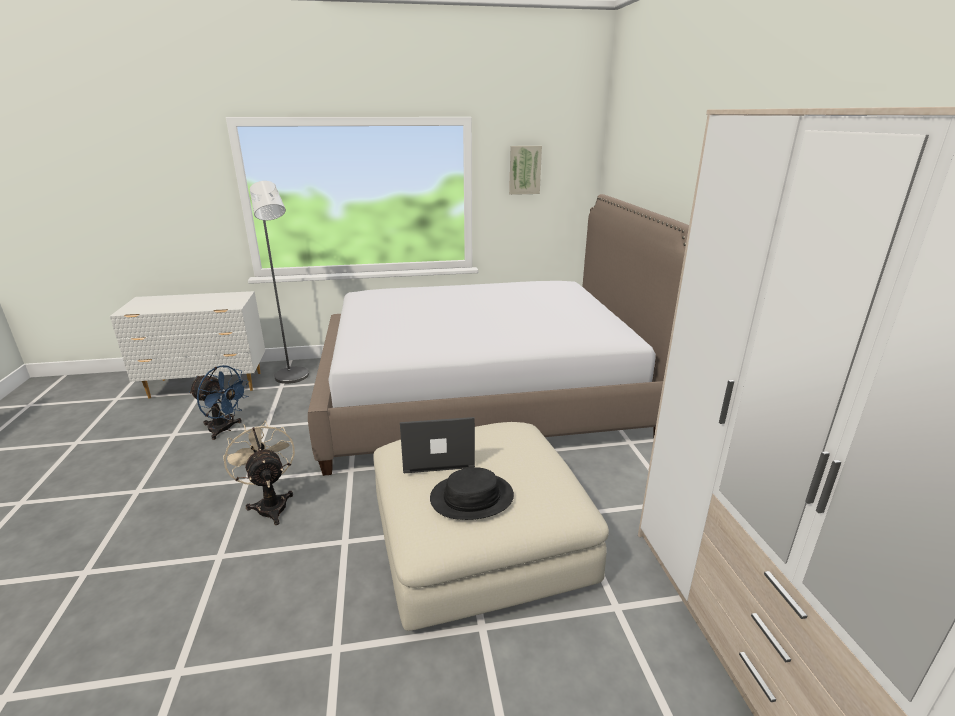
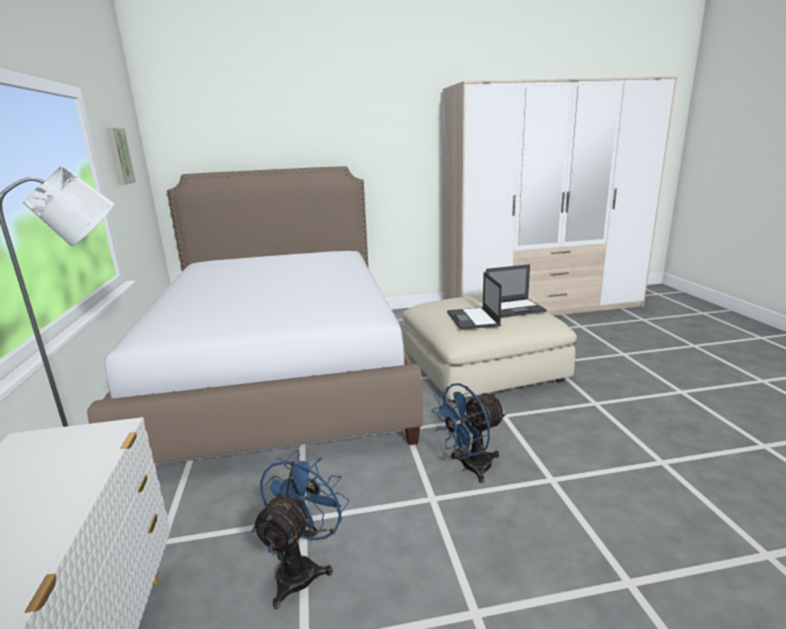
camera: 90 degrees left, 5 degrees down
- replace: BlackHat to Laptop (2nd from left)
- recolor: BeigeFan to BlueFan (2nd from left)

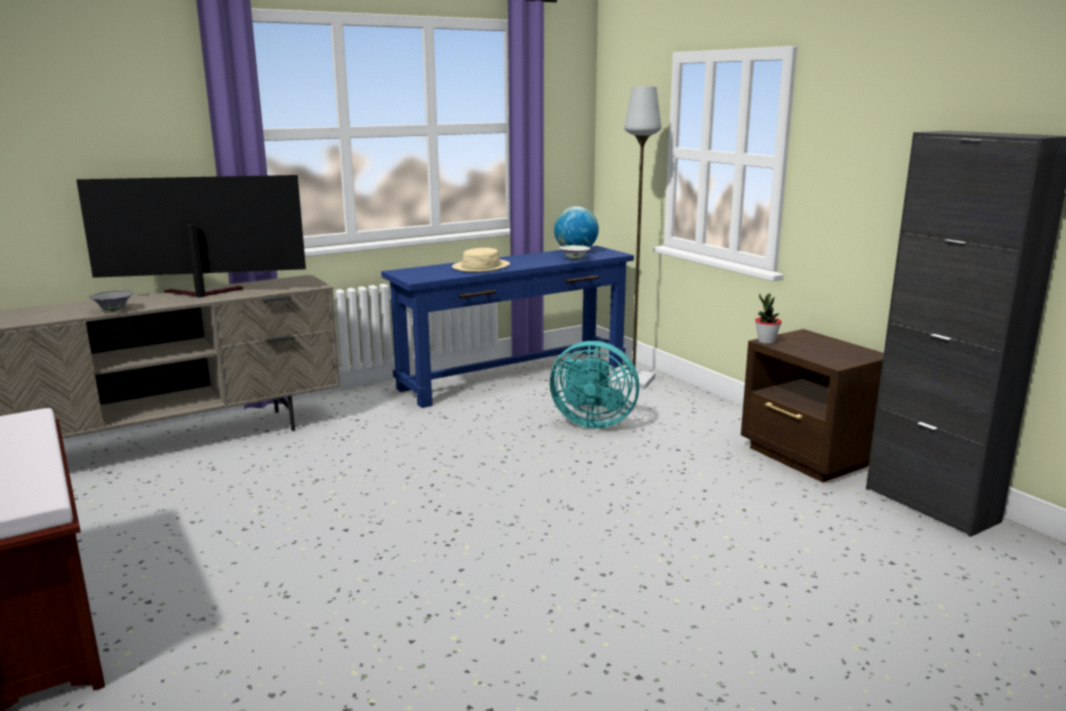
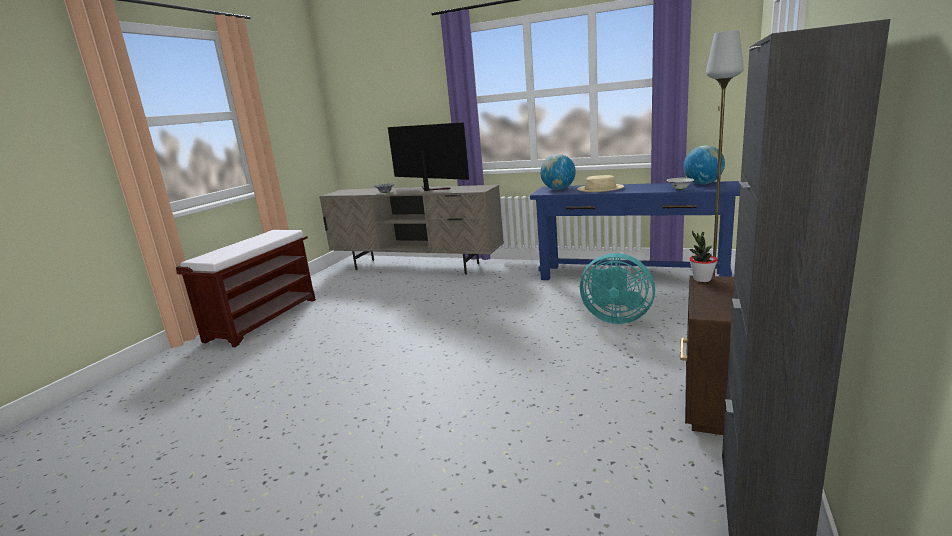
camera: 55 degrees right, 0 degrees up
- insert: Globe (1st from left)
- rotate: TurquoiseFan 45 degrees counterclockwise

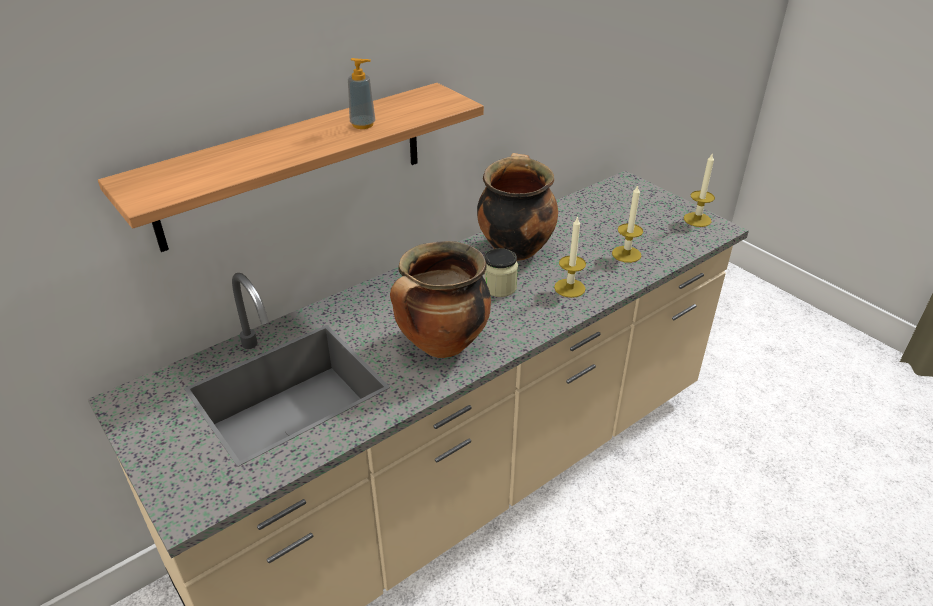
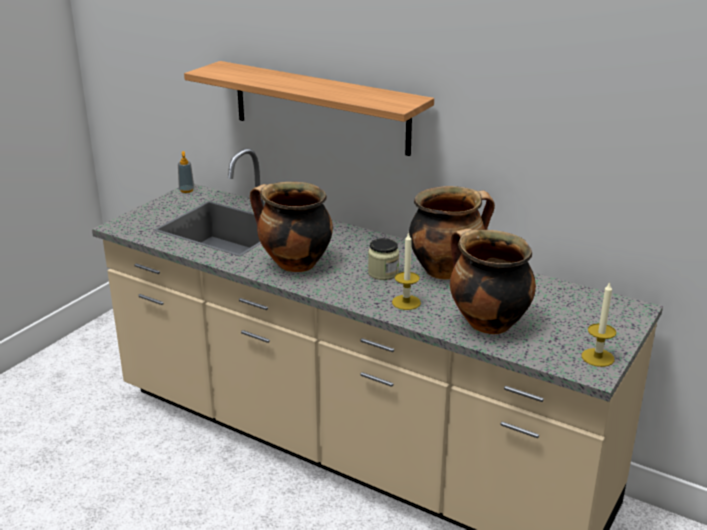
camera: 70 degrees right, 10 degrees down
- move: SoapDispenser
- replace: Candle (2nd from left) to CookingPot (3rd from left)

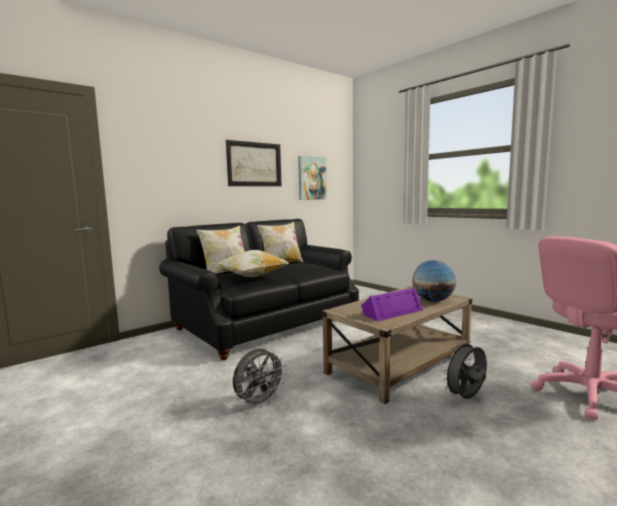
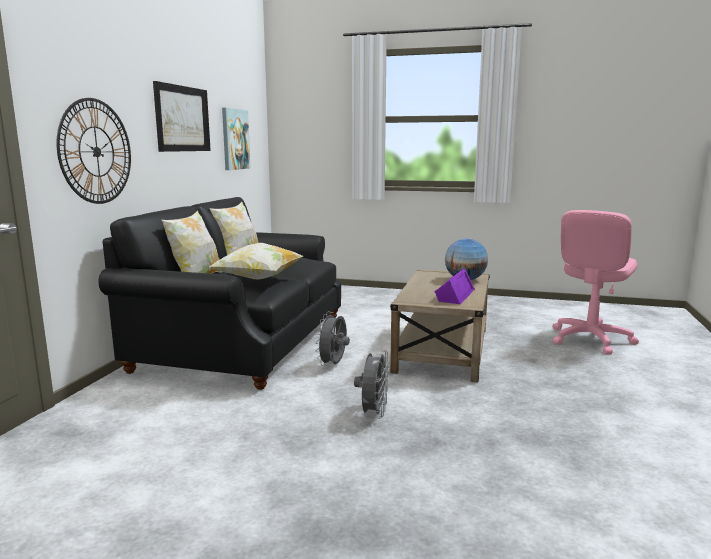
camera: 35 degrees left, 5 degrees up
- insert: WallClock
- move: GreyFan (2nd from left in the first image) to GreyFan (1st from left)

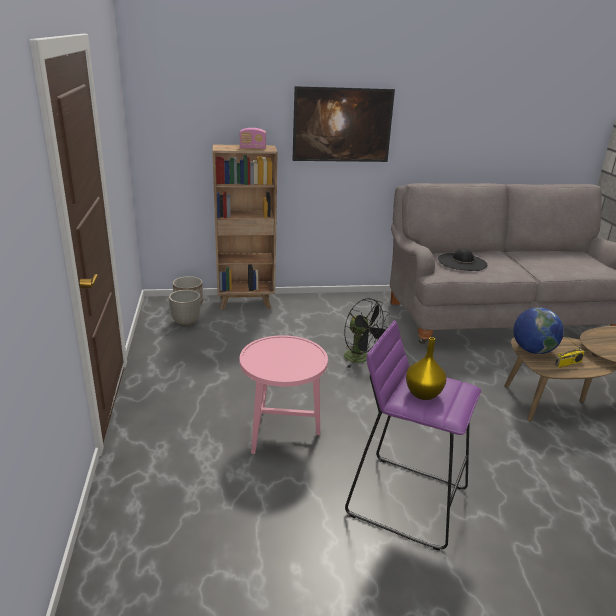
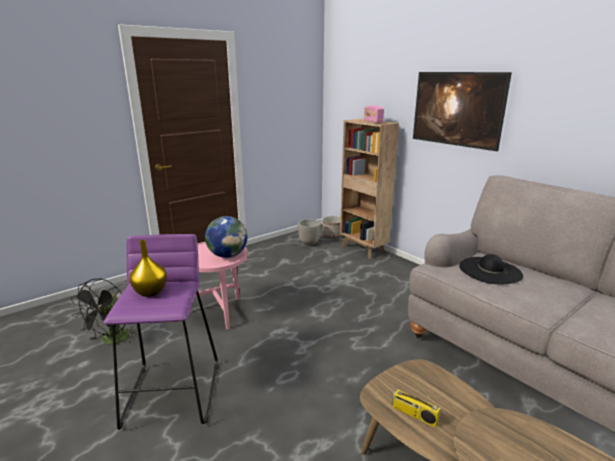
camera: 60 degrees right, 5 degrees down
- move: BlackFan
- move: Globe

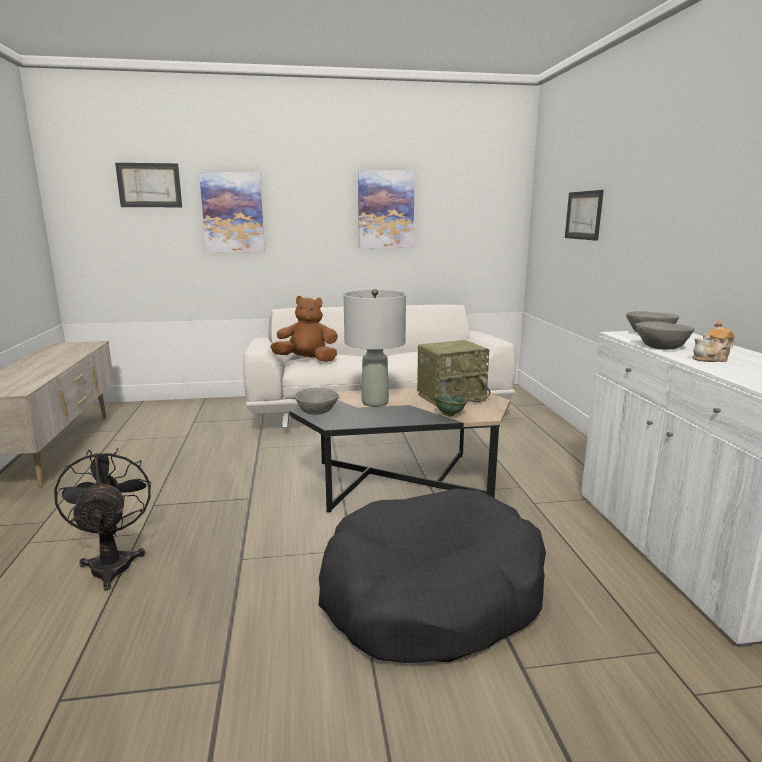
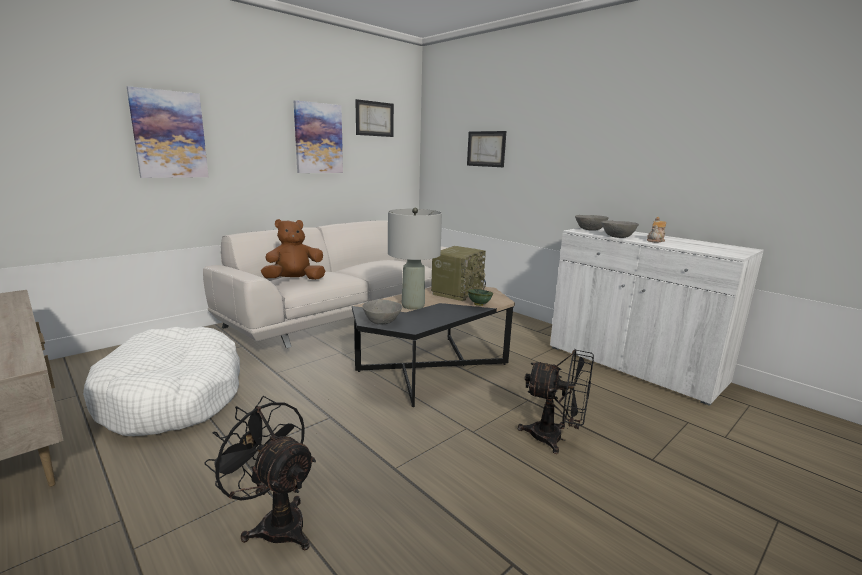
camera: 35 degrees left, 0 degrees up
- insert: WhiteDogBed
- move: Picture (1st from left in the first image) to Picture (3rd from left)
- replace: BlackDogBed to BlackFan (2nd from left)

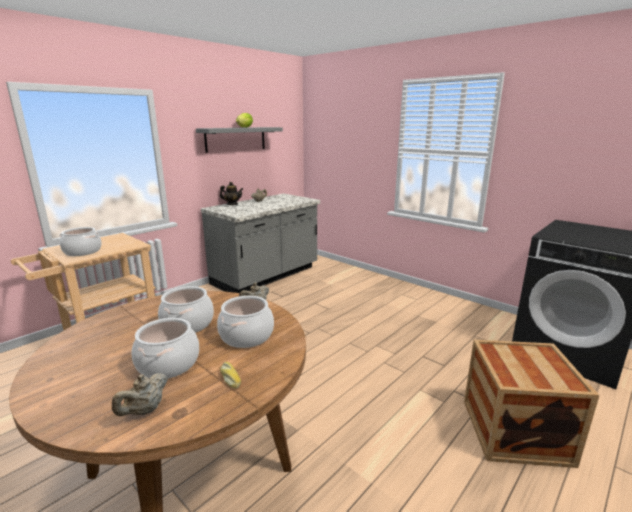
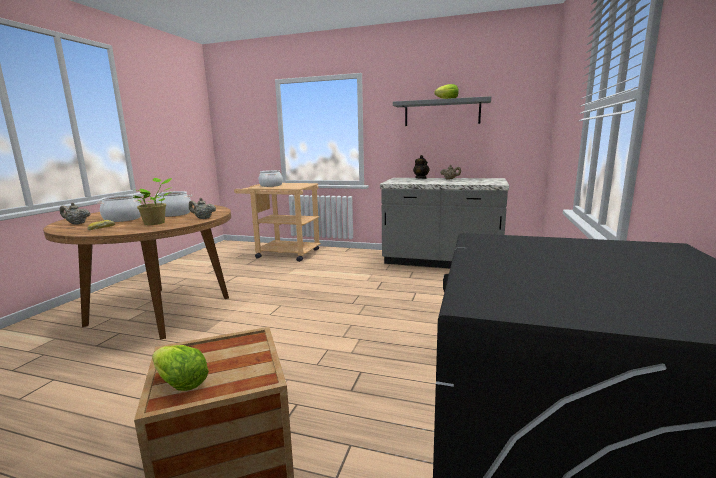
camera: 65 degrees right, 5 degrees down
- insert: Lettuce (1st from left)
- replace: CookingPot (4th from left) to PottedPlant

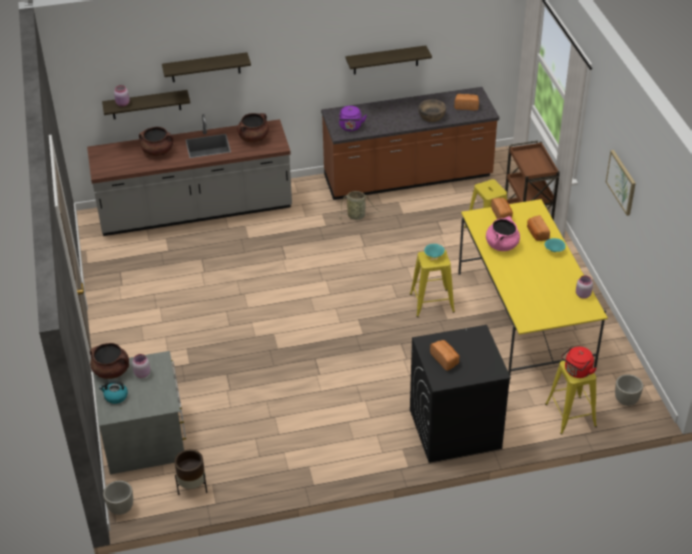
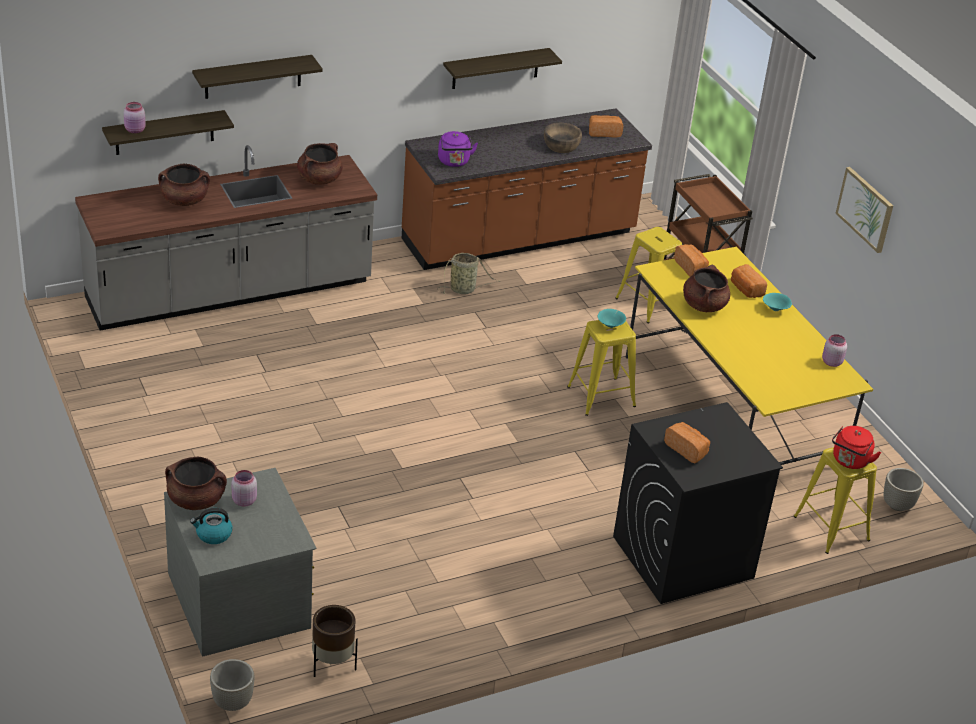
camera: 15 degrees left, 5 degrees down
- recolor: PinkCookingPot to BrownCookingPot (4th from left)

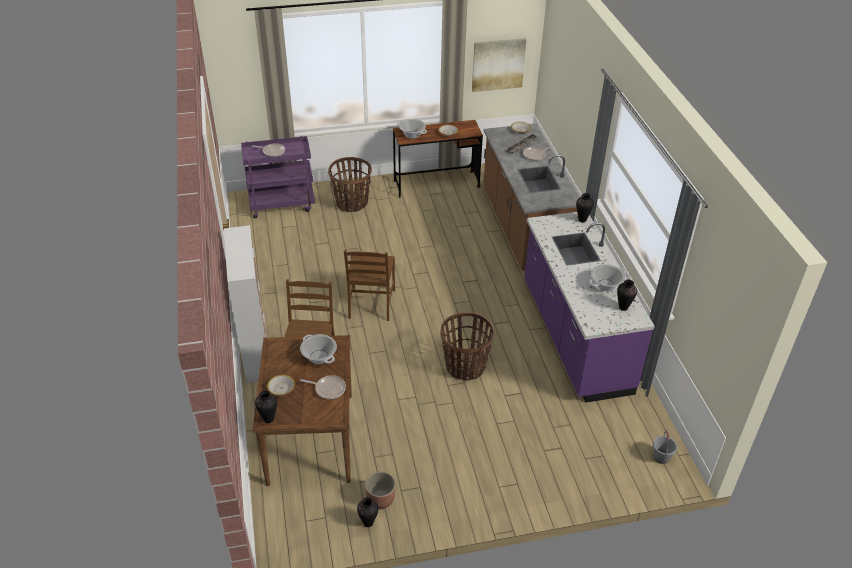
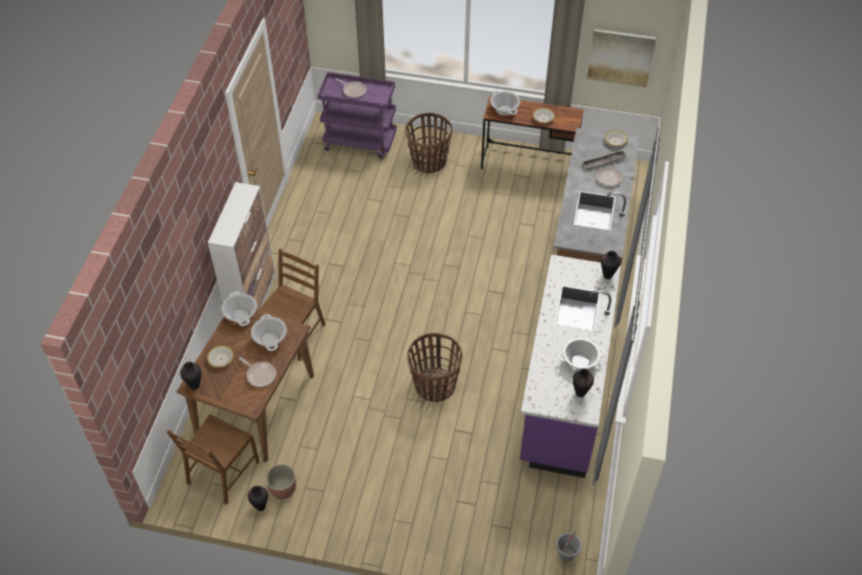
camera: 25 degrees right, 10 degrees up
- insert: CookingPot (1st from left)
- move: BrownChair (2nd from left in the first image) to BrownChair (1st from left)

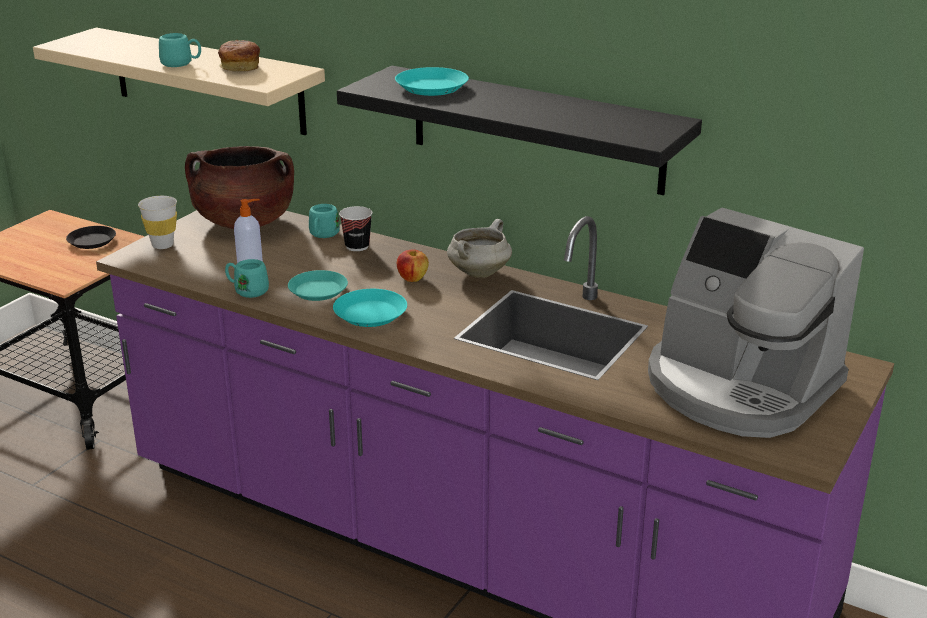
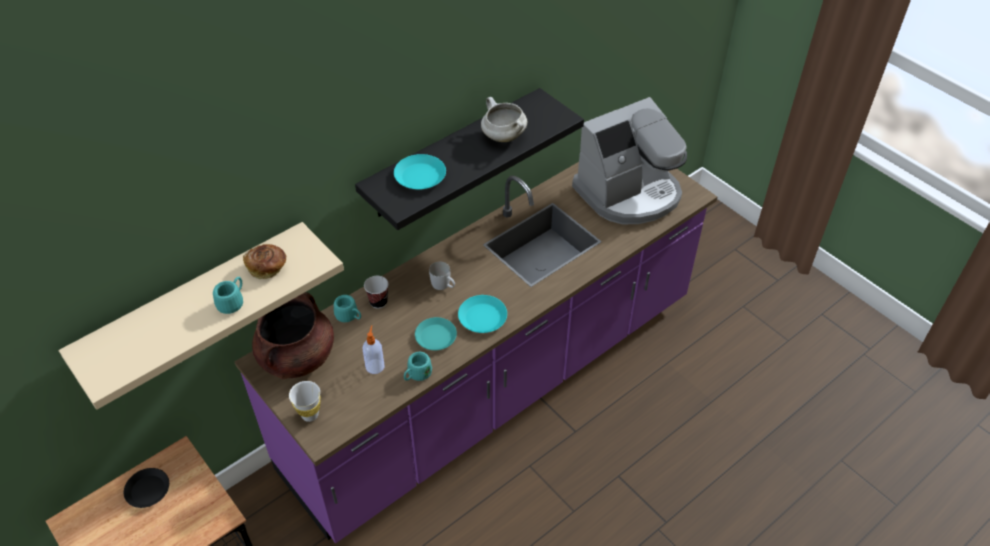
camera: 70 degrees left, 20 degrees up
- move: WhiteCookingPot
- replace: Apple to WhiteMug

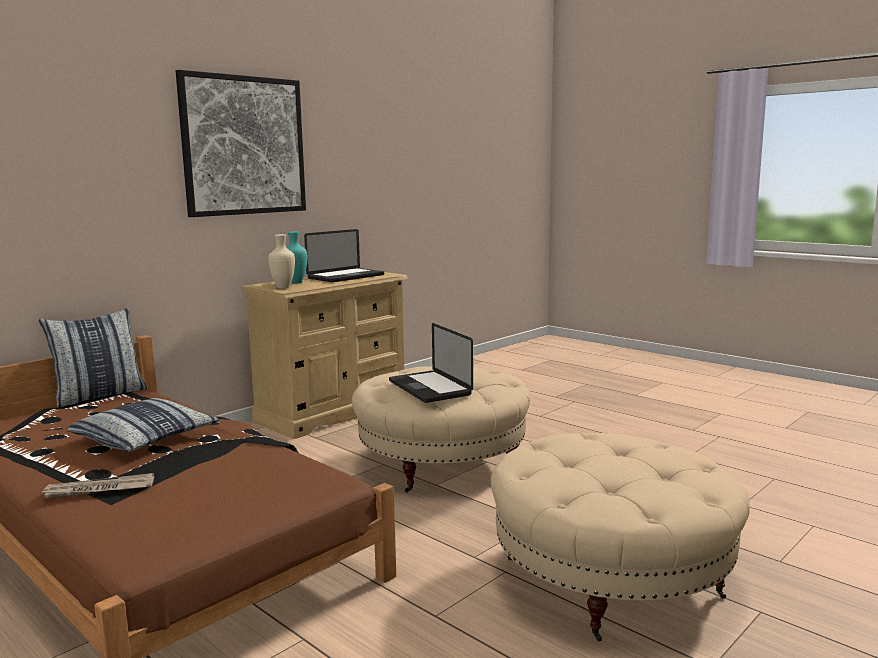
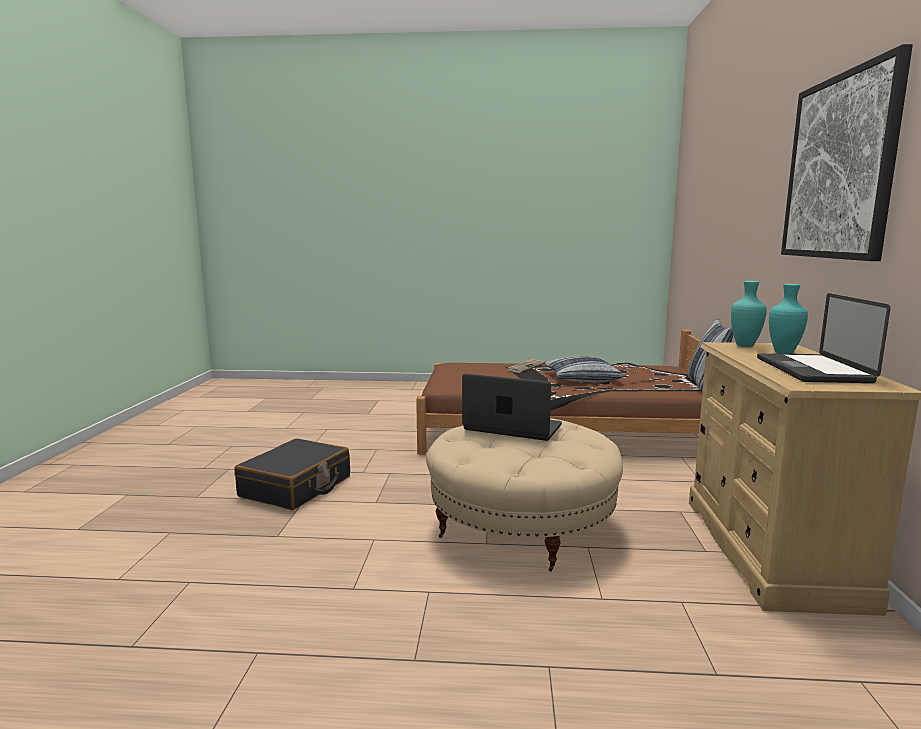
camera: 140 degrees right, 0 degrees up
- replace: BeigeOttoman (2nd from left) to BlackSuitcase
- recolor: BeigeVase to TurquoiseVase (1st from left)

